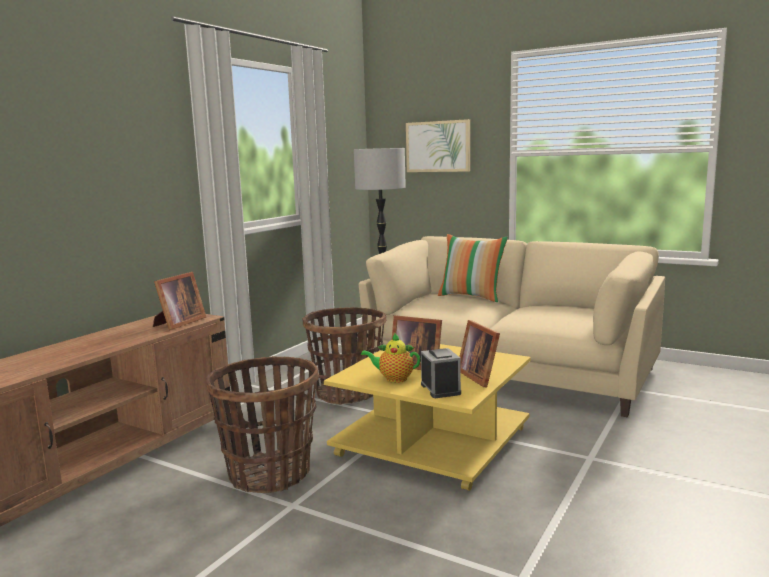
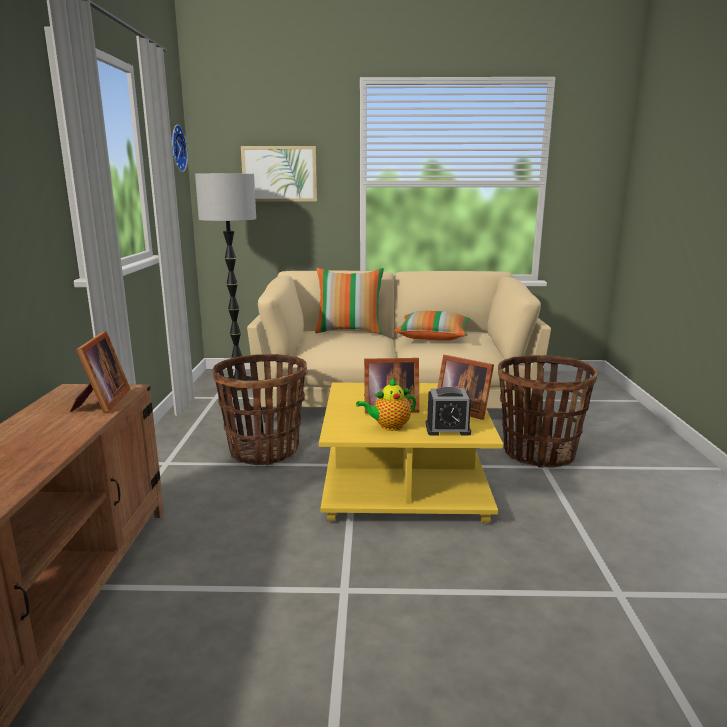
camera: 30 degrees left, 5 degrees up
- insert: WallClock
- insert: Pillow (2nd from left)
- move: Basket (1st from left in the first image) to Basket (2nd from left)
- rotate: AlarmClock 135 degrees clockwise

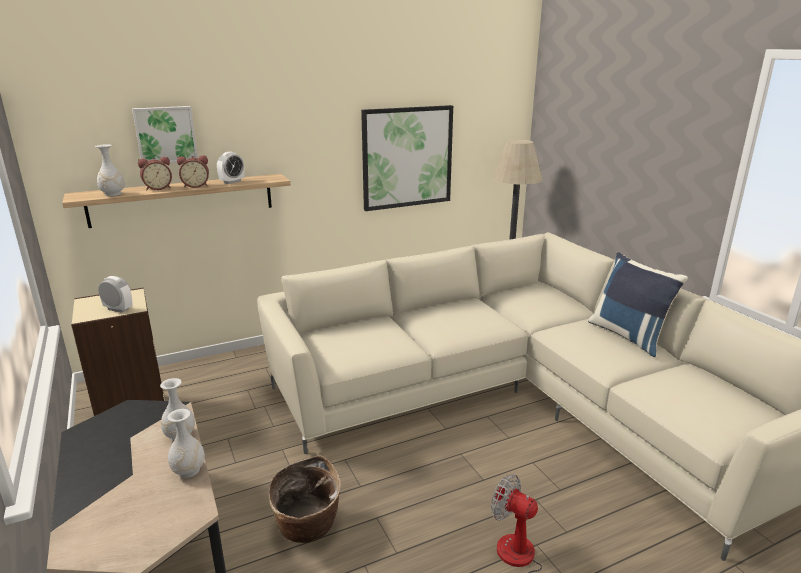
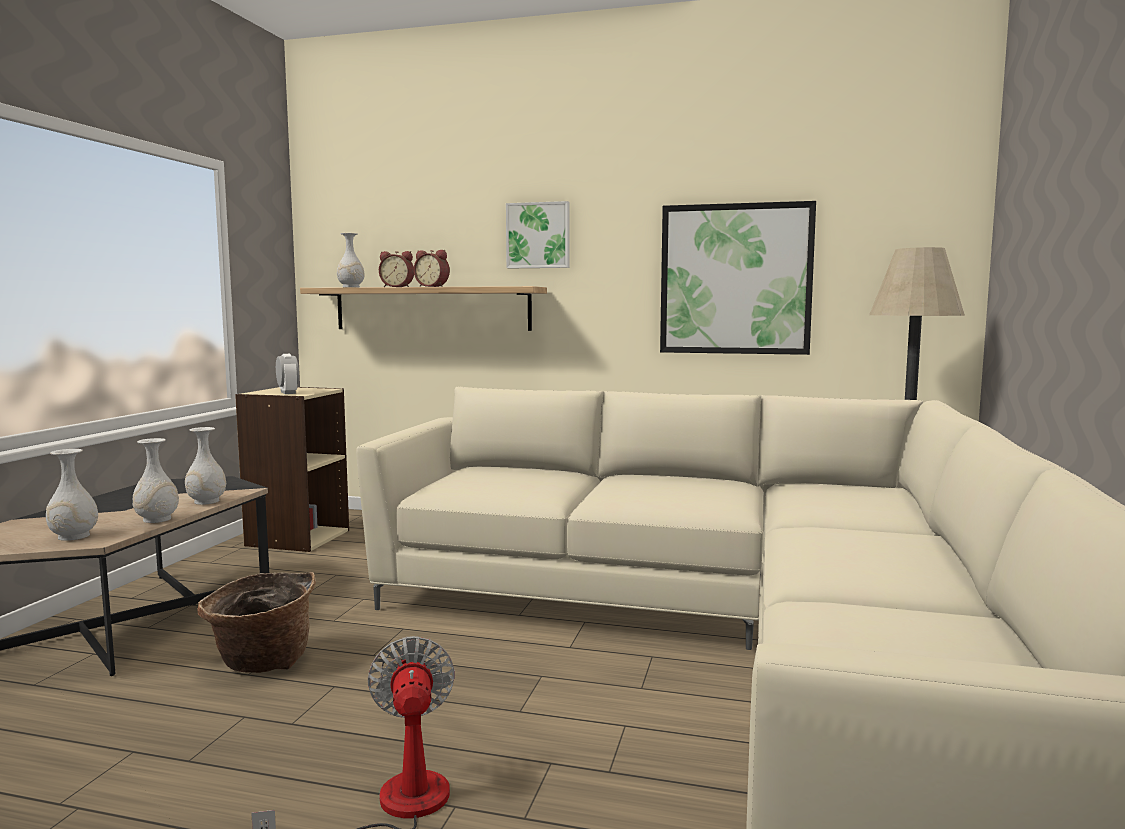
camera: 40 degrees right, 15 degrees down
- delete: AlarmClock (4th from left)
- delete: BluePillow
- insert: WhiteVase (1st from left)
- move: Picture (1st from left)

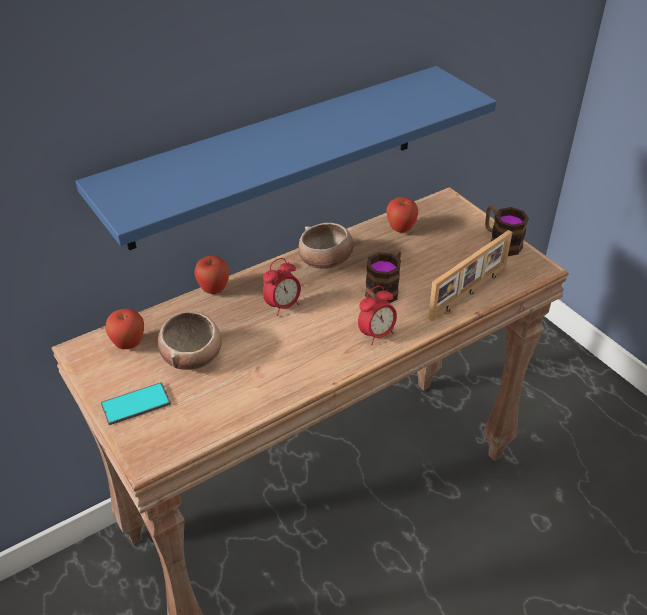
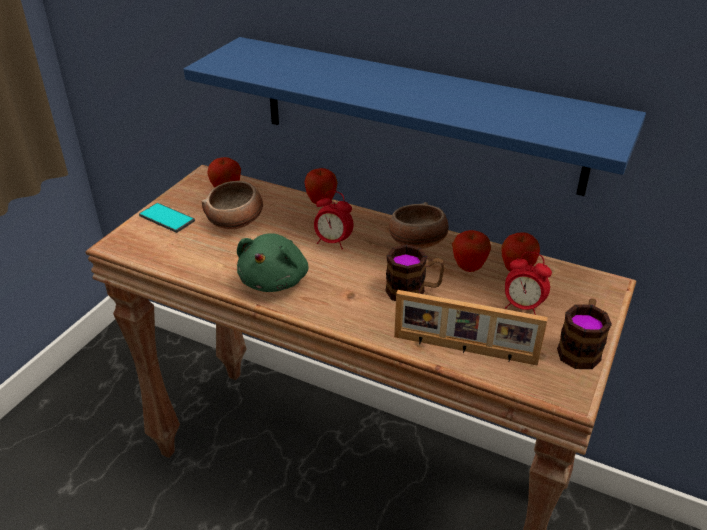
camera: 60 degrees right, 5 degrees down
- insert: GreenPlushToy
- insert: Apple (3rd from left)
- move: AlarmClock (2nd from left)

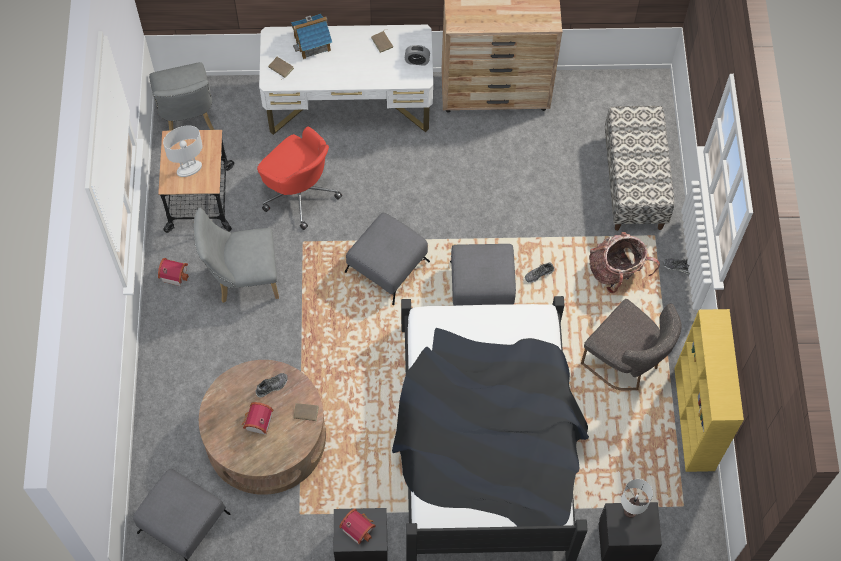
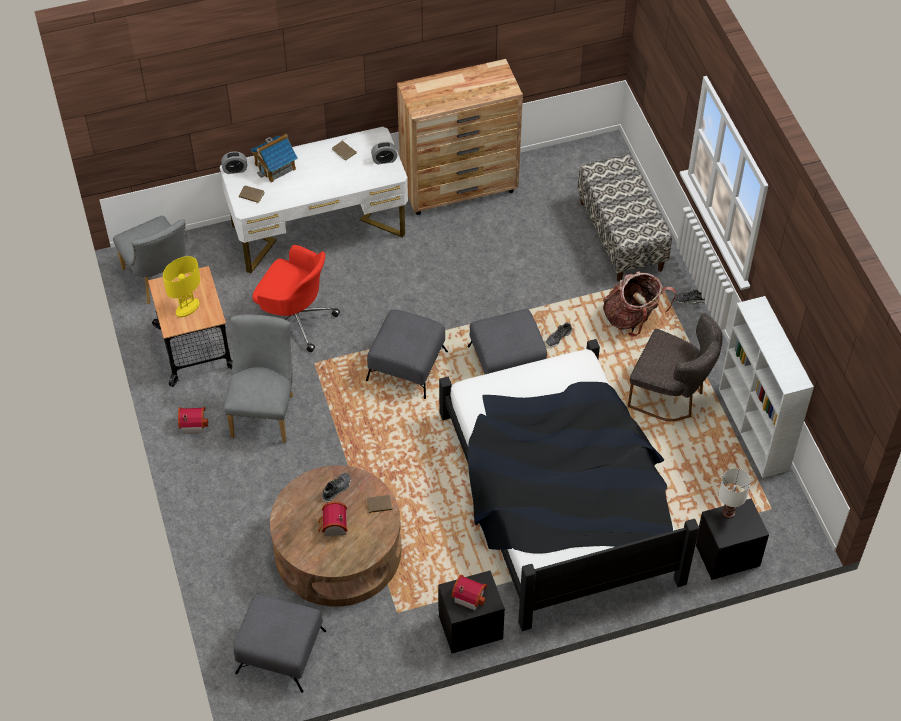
camera: 15 degrees left, 10 degrees down
- insert: AlarmClock (1st from left)
- recolor: WhiteTableLamp (1st from left) to YellowTableLamp
- recolor: YellowBookcase to WhiteBookcase
- rotate: GreyChair (2nd from left) 120 degrees clockwise

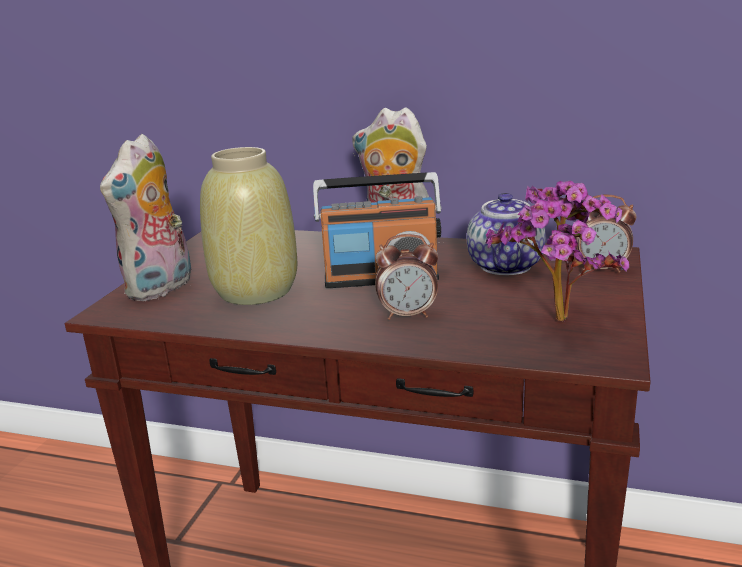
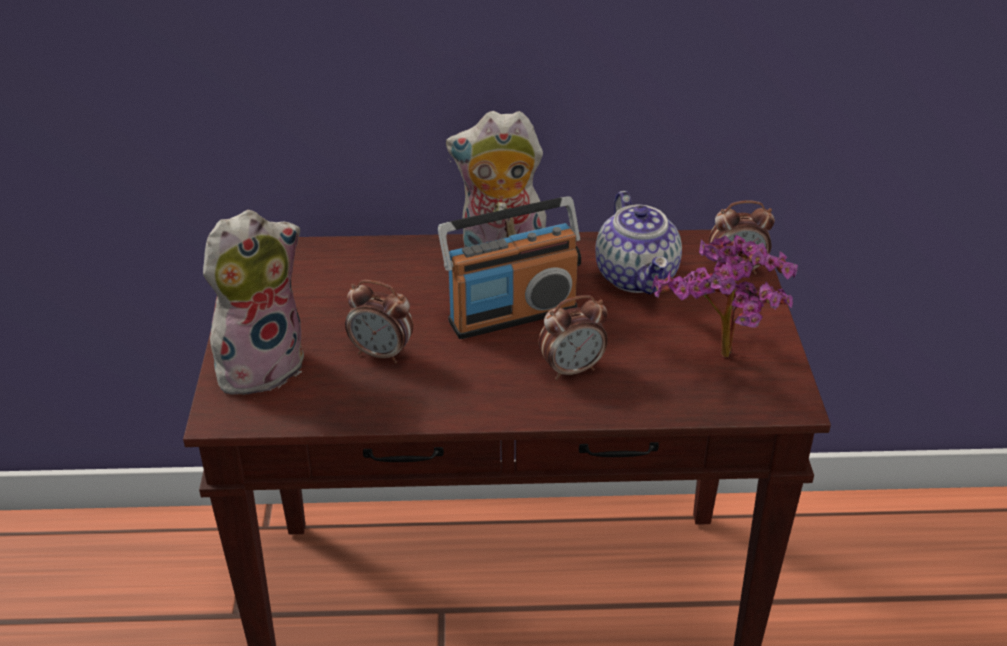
camera: 20 degrees left, 15 degrees up
- replace: BeigeVase to AlarmClock (1st from left)
- rotate: PlushToy (1st from left) 135 degrees counterclockwise

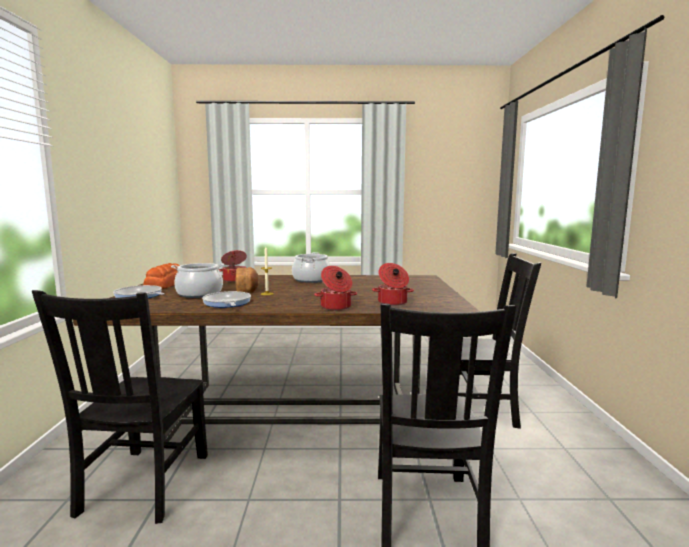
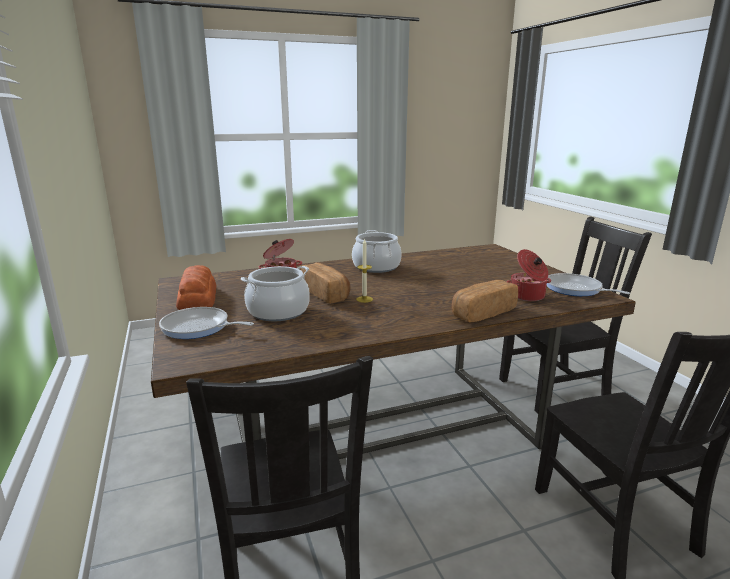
camera: 20 degrees left, 10 degrees up
- move: FryingPan (2nd from left)
- replace: CookingPot (4th from left) to Bread (3rd from left)

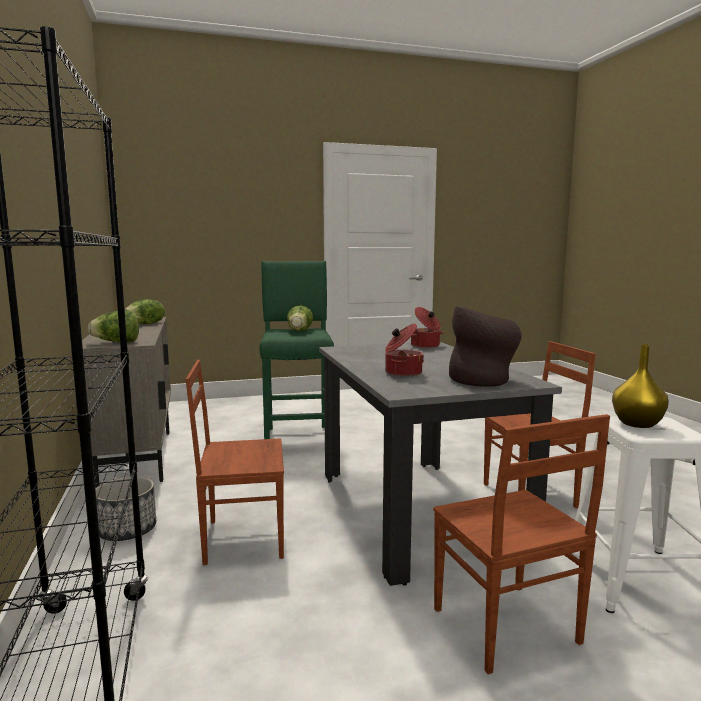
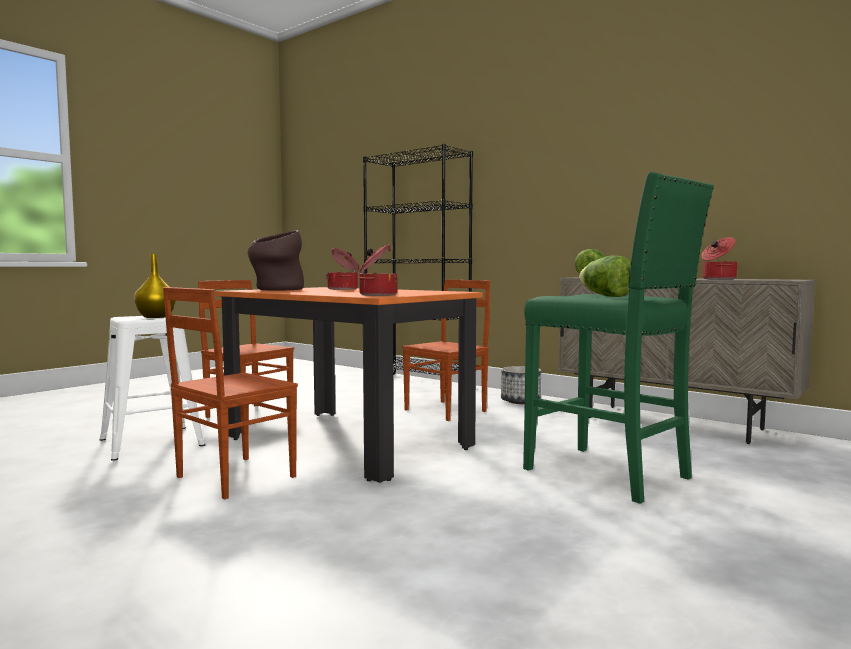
camera: 145 degrees right, 5 degrees down
- replace: Lettuce (2nd from left) to CookingPot (3rd from left)
- recolor: GreyDiningTable to OrangeDiningTable

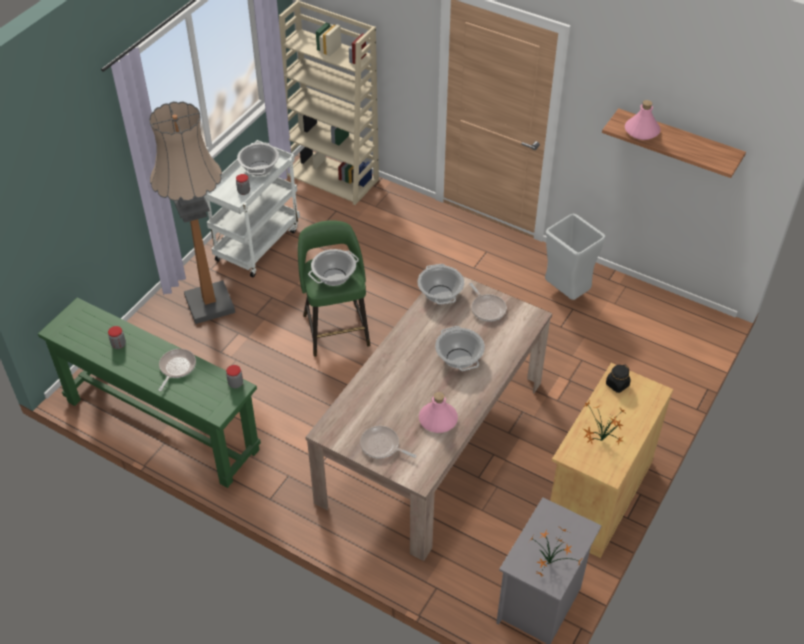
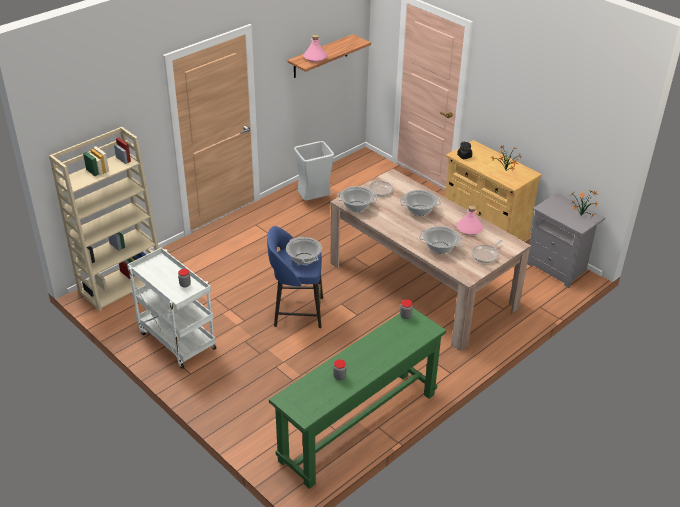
camera: 75 degrees left, 10 degrees down
- delete: FloorLamp
- delete: FryingPan (1st from left)
- move: CookingPot (1st from left in the first image) to CookingPot (4th from left)
- recolor: GreenStool to BlueStool

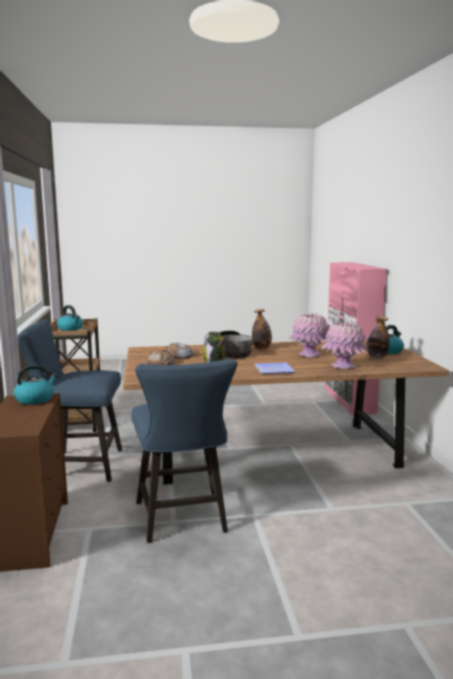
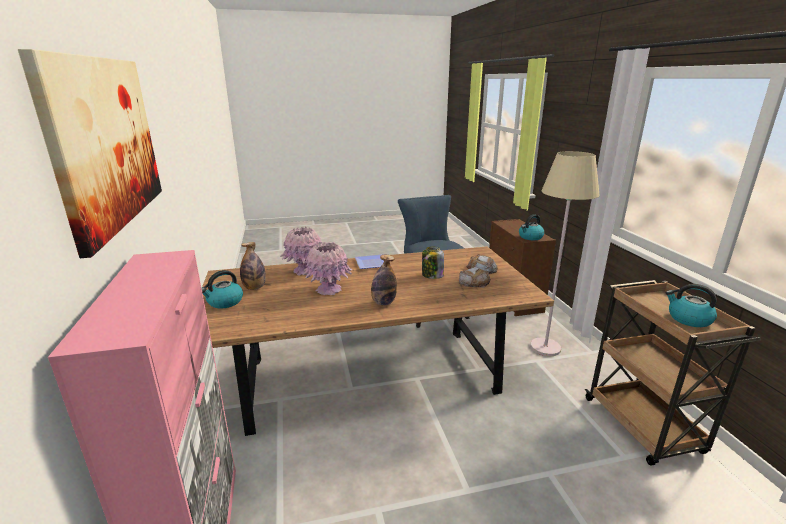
camera: 175 degrees right, 10 degrees up
- delete: CookingPot
- insert: Picture
- replace: BlueChair (1st from left) to BeigeFloorLamp

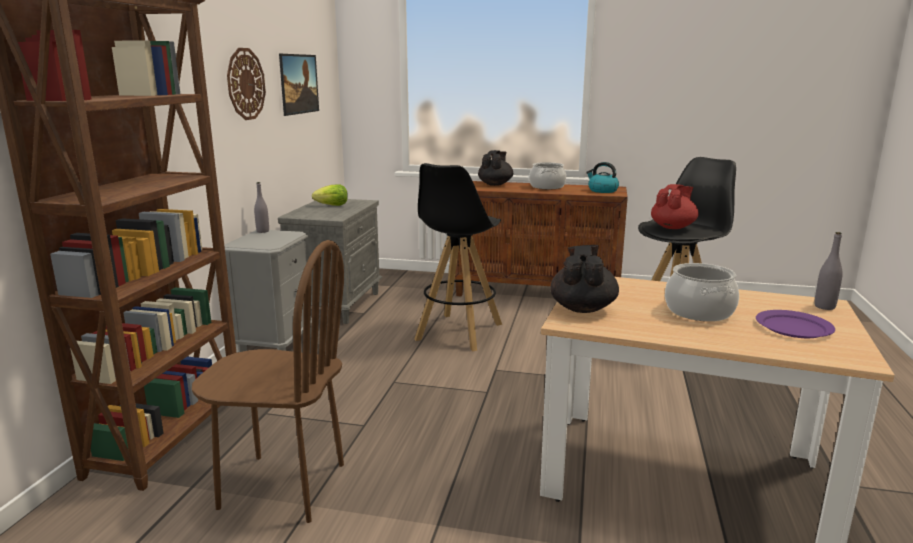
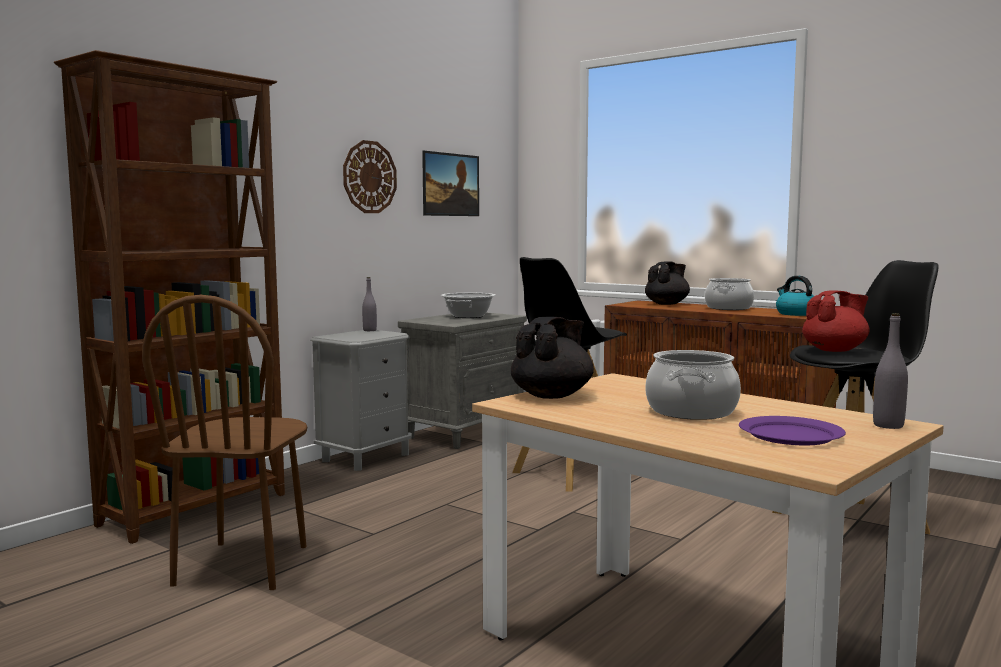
camera: 25 degrees right, 10 degrees down
- replace: Lettuce to CookingPot (1st from left)
- rotate: BrownChair 60 degrees clockwise

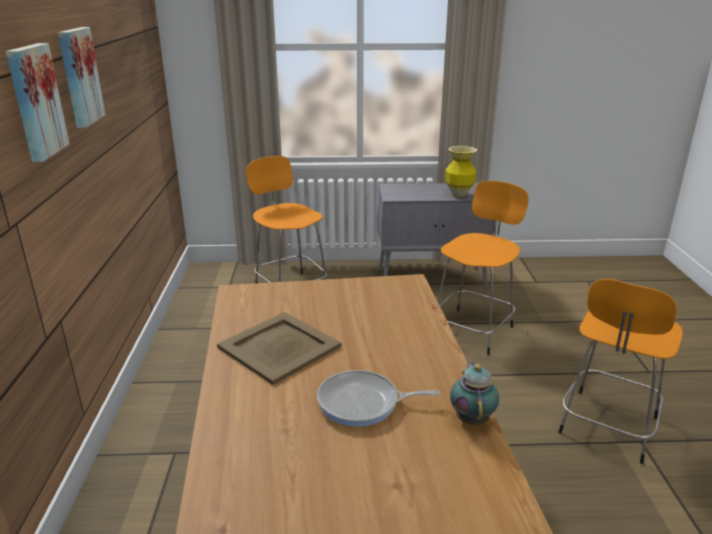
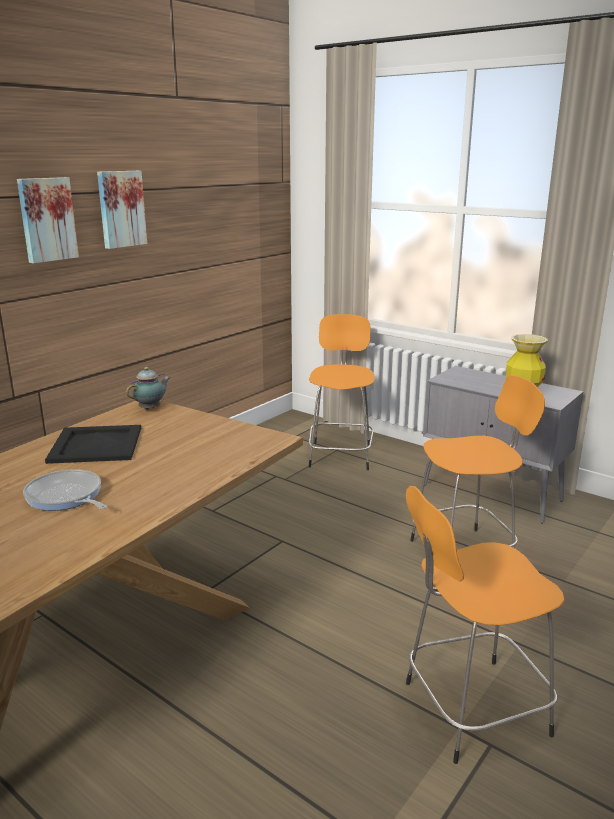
camera: 40 degrees right, 5 degrees down
- move: Teapot
- recolor: BeigeTray to BlackTray

